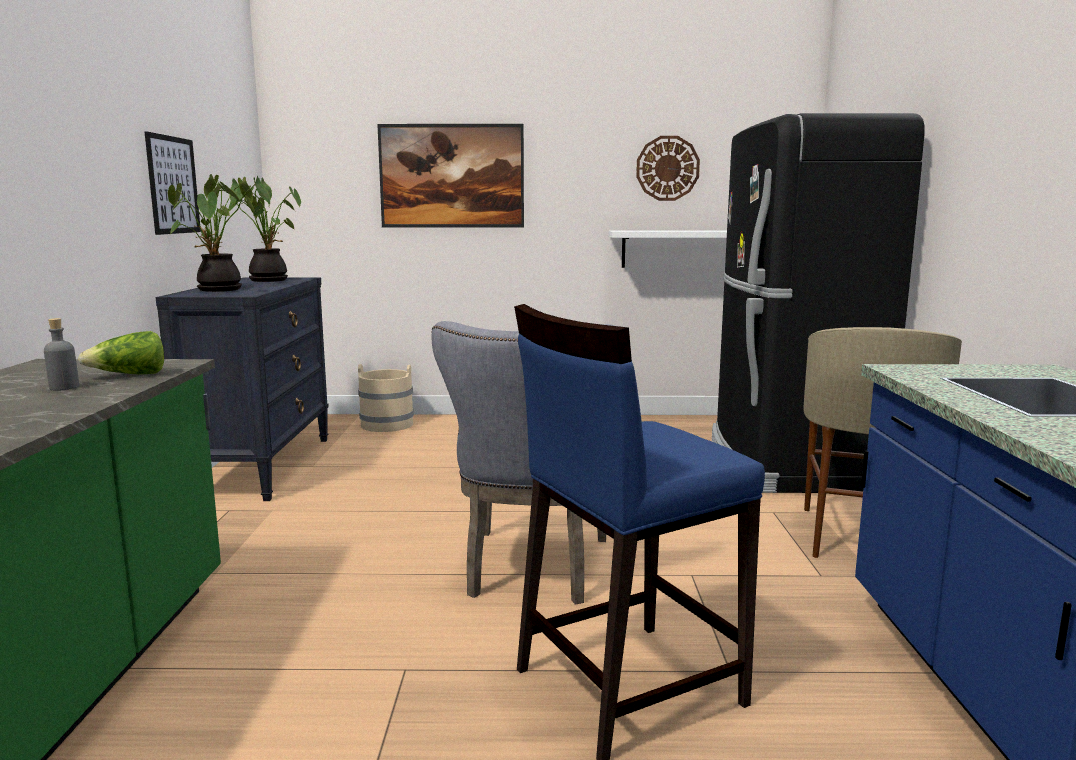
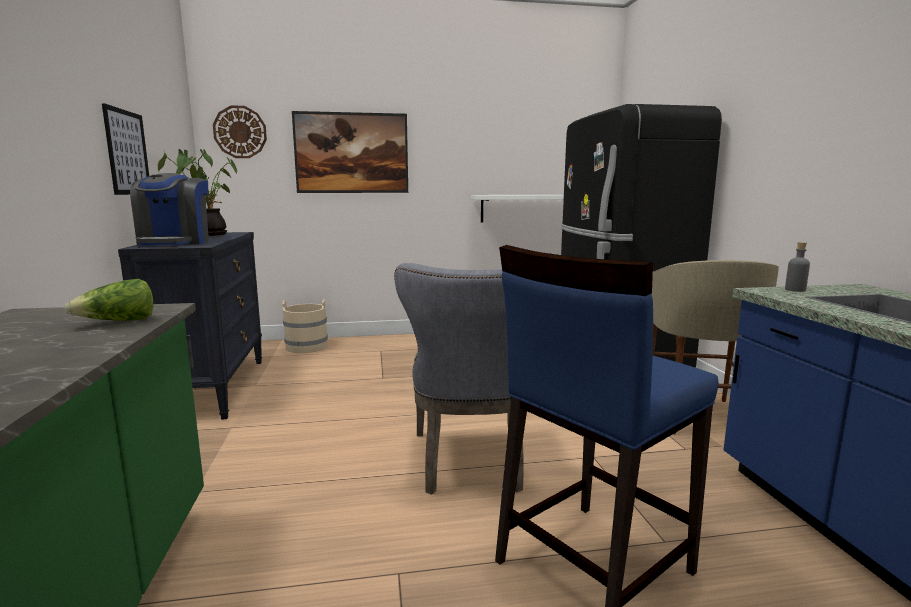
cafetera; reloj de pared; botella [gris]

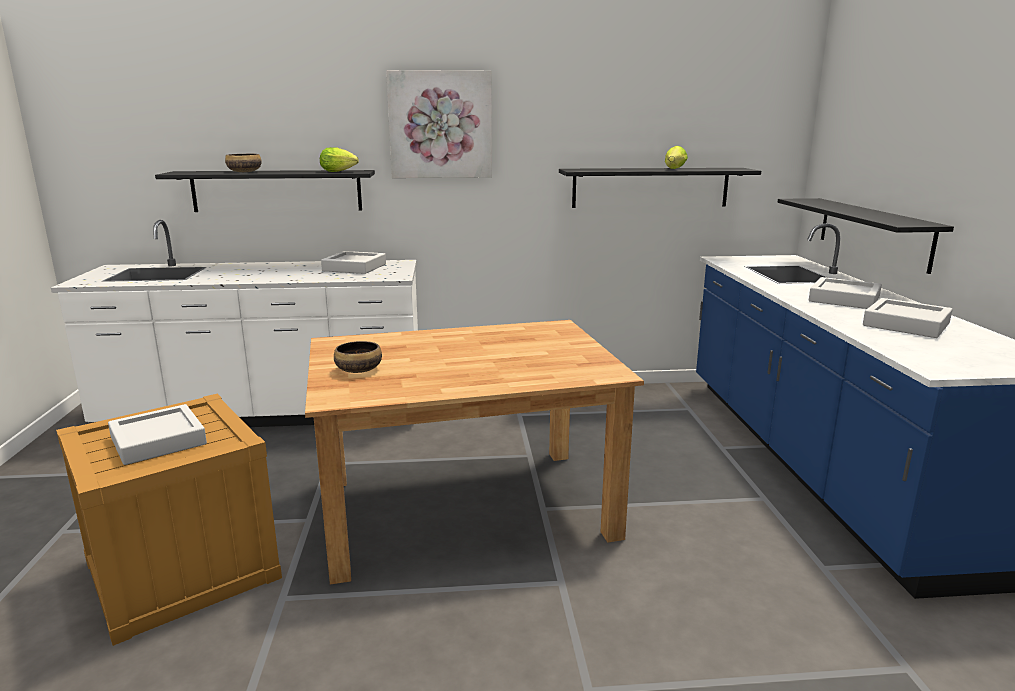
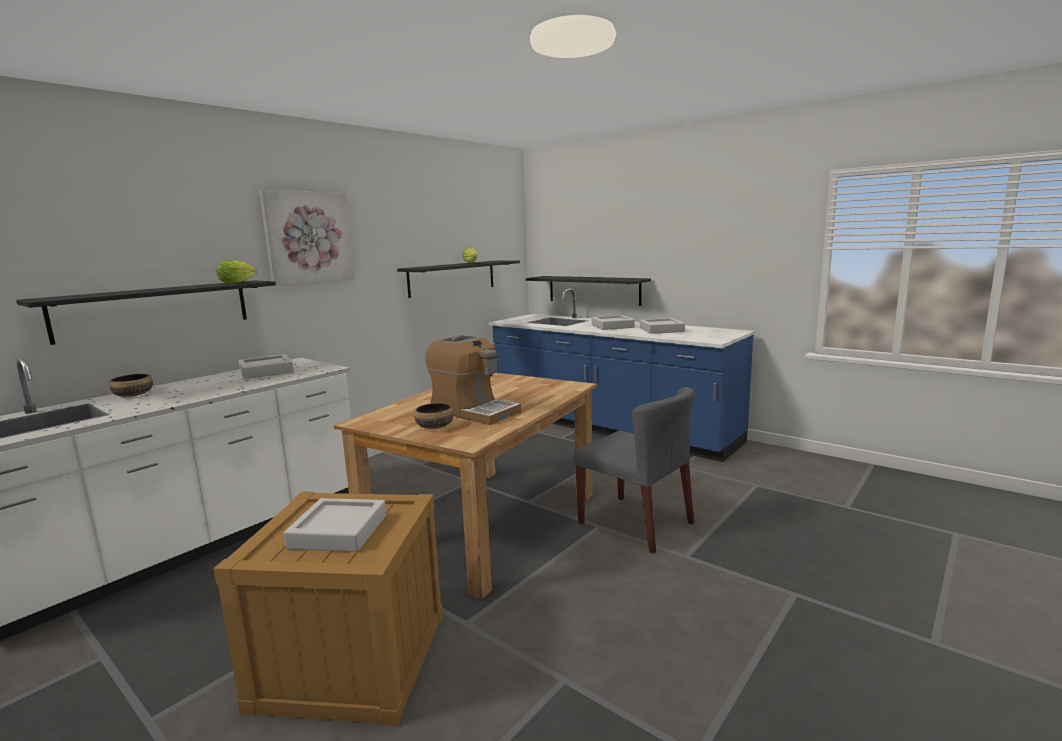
cuenco (no. 1 from left); cafetera; silla [gris]

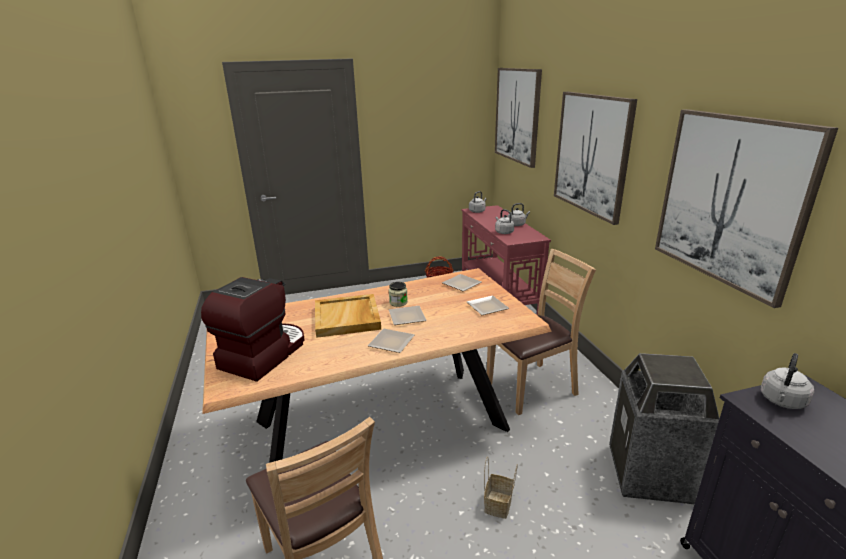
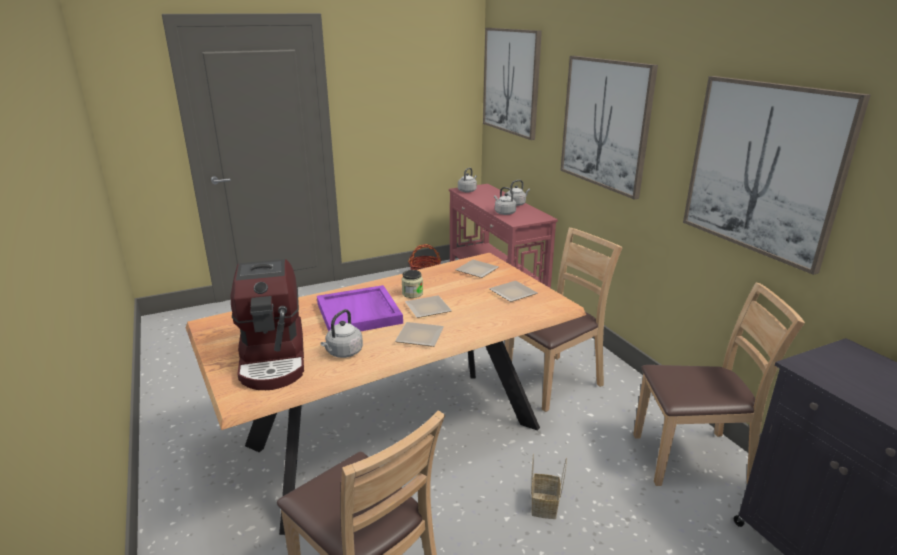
cafetera; bandeja [morado]; hervidor [gris] (no. 1 from left); silla [marrón] (no. 3 from left)

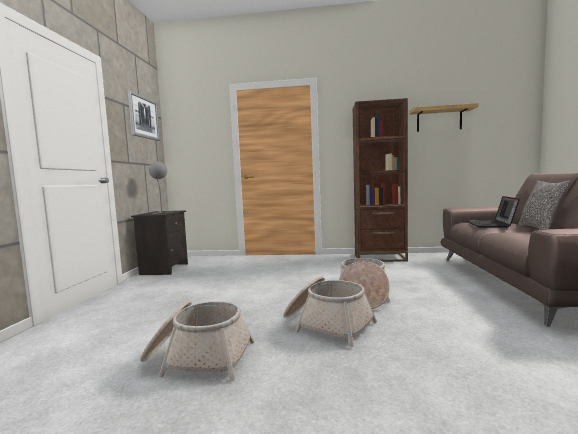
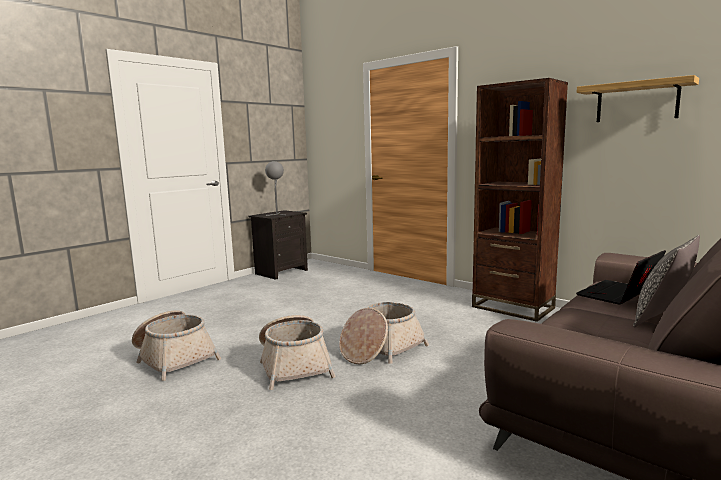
cuadro

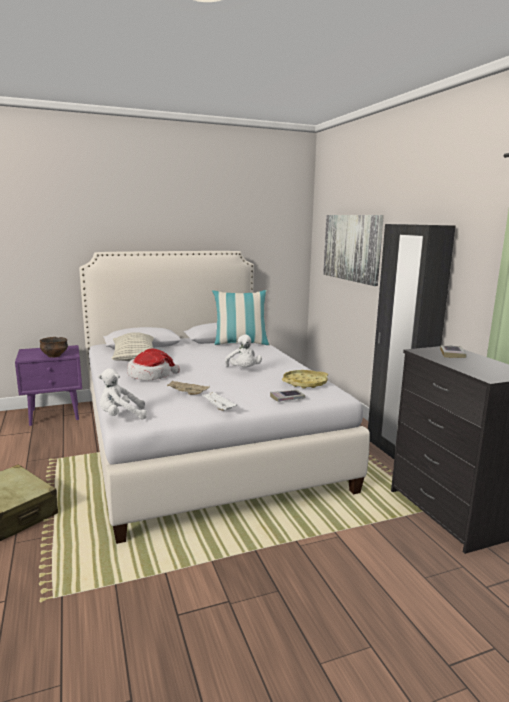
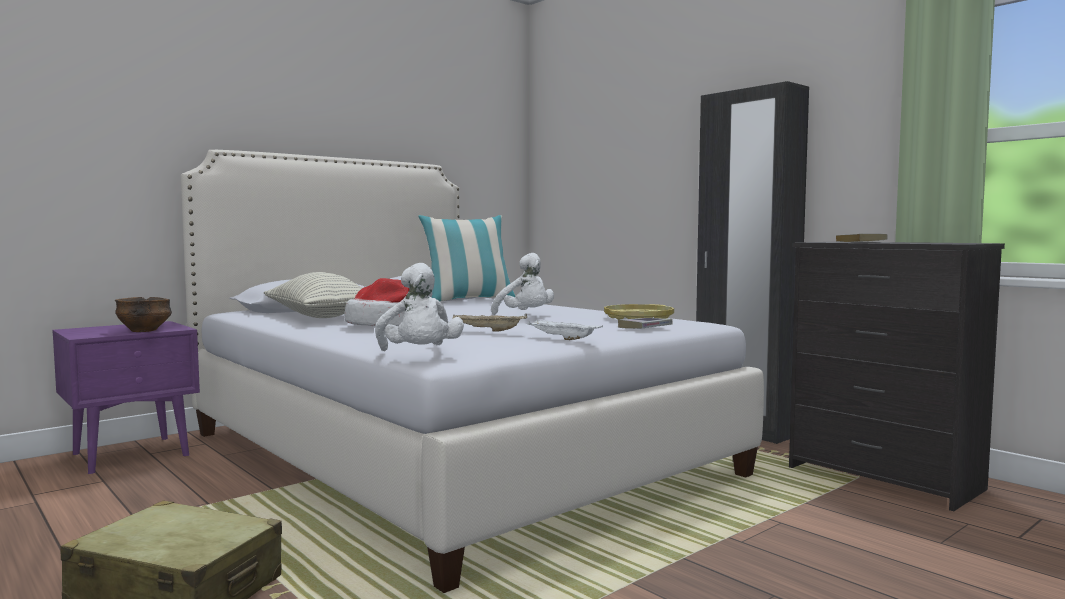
peluche [blanco] (no. 1 from left); cuadro

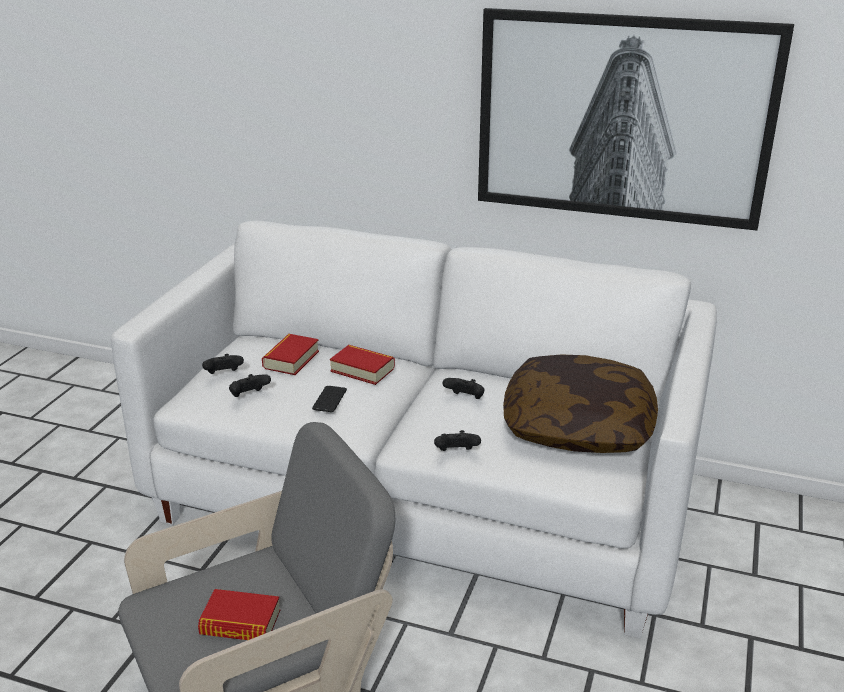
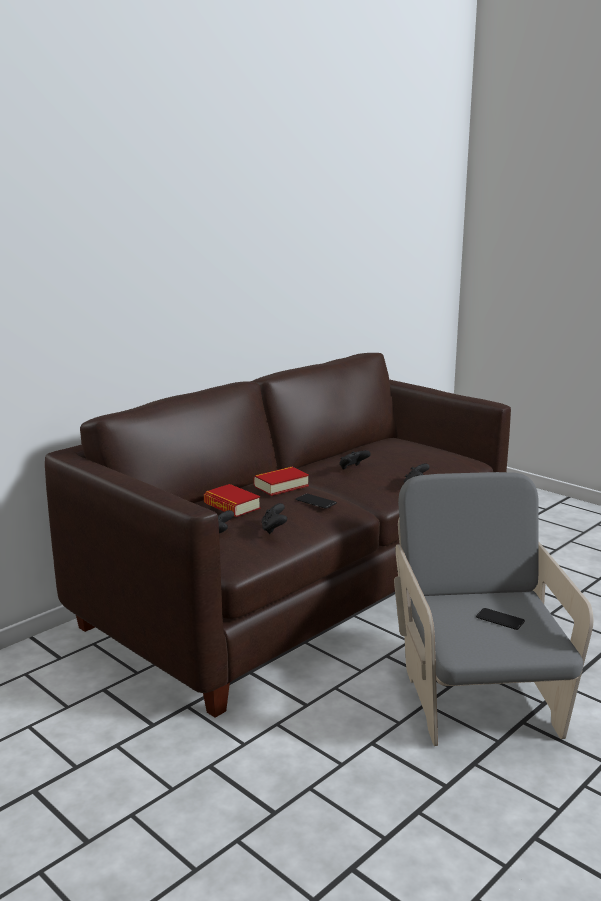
sofá [marrón]; móvil (no. 2 from left); cuadro; cojín

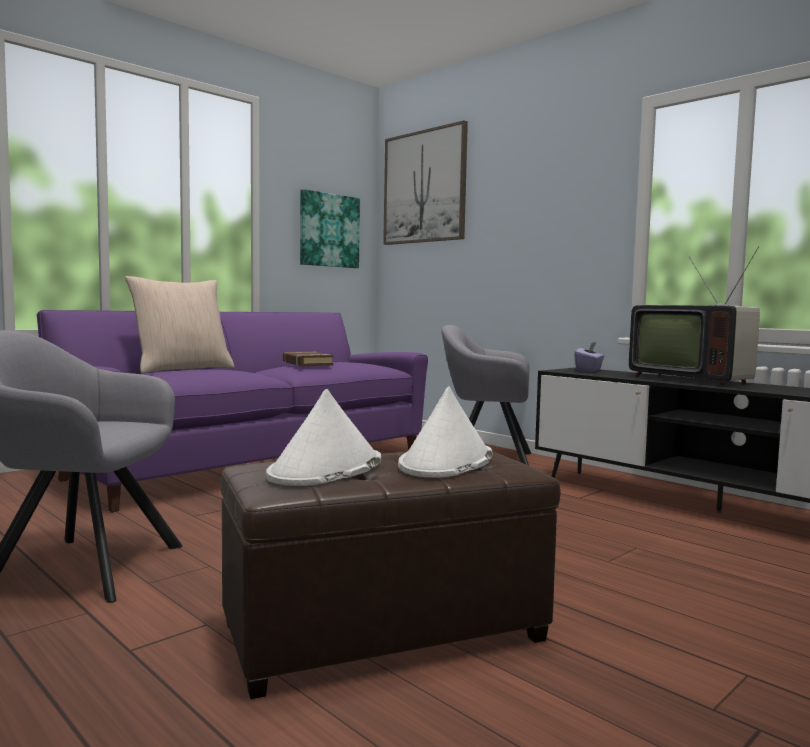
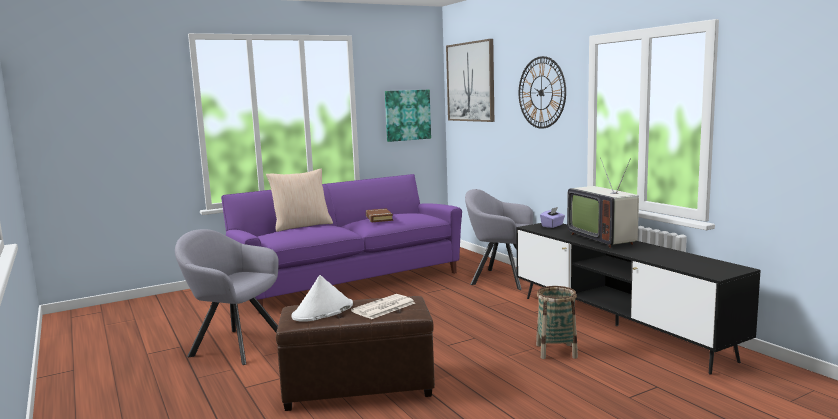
periódico; reloj de pared; cesta

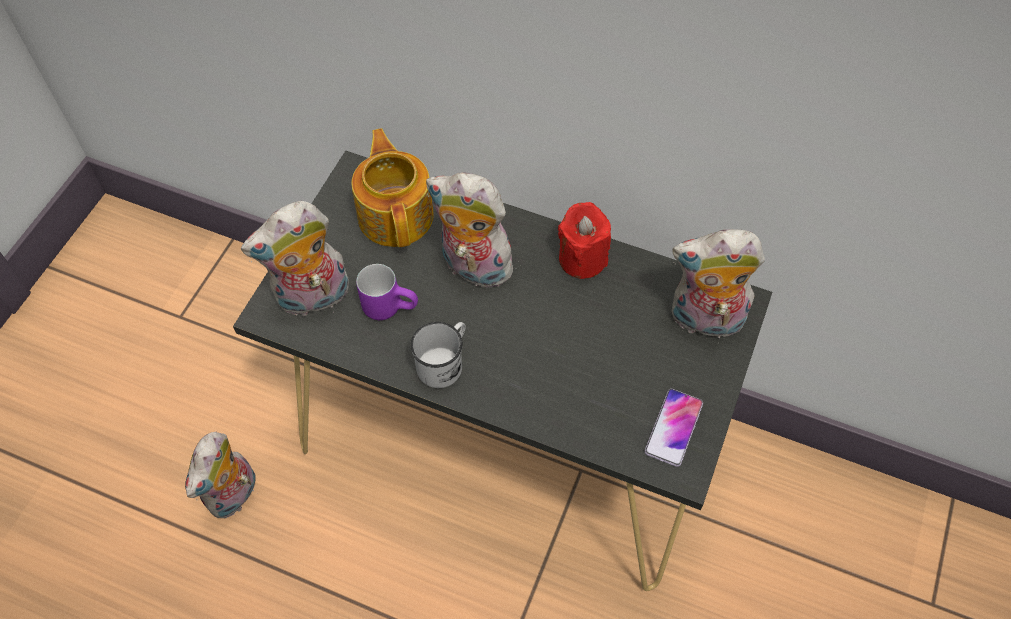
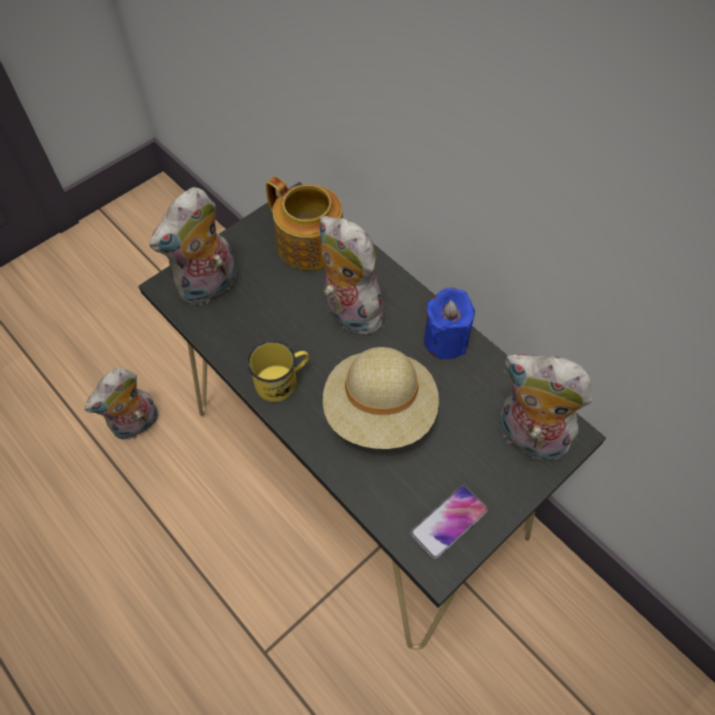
peluche (no. 2 from left); taza grande [amarillo]; tetera; sombrero [beis]; vela [azul]; taza grande [morado]

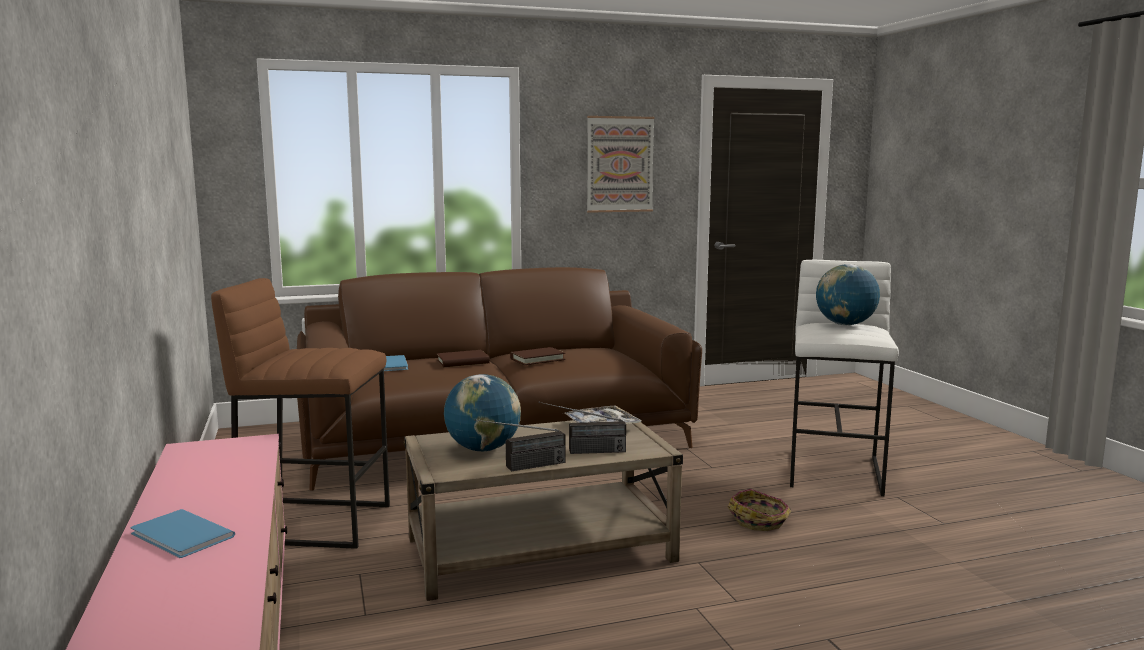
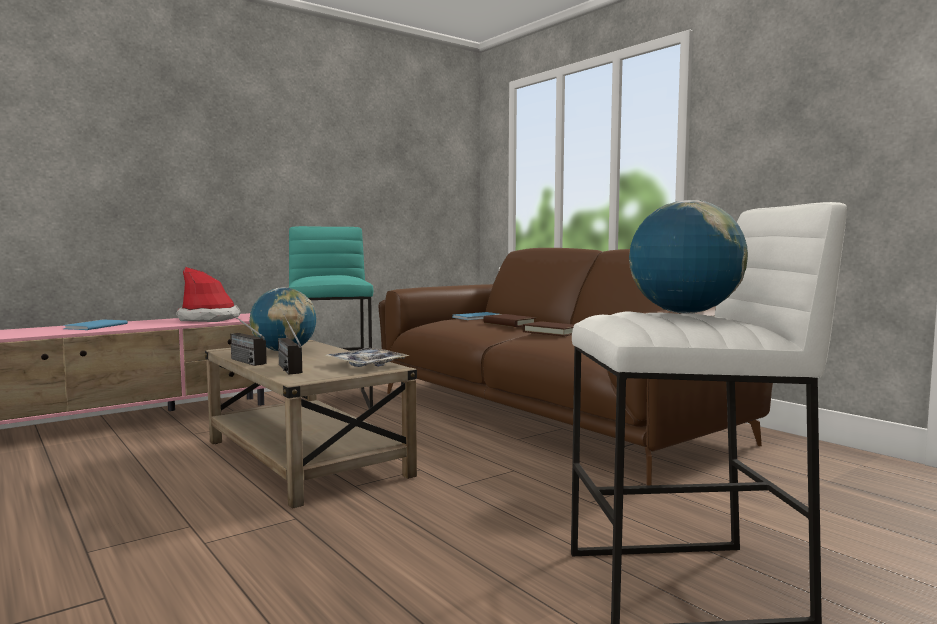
sombrero; taburete [turquesa]; cuadro; cesta

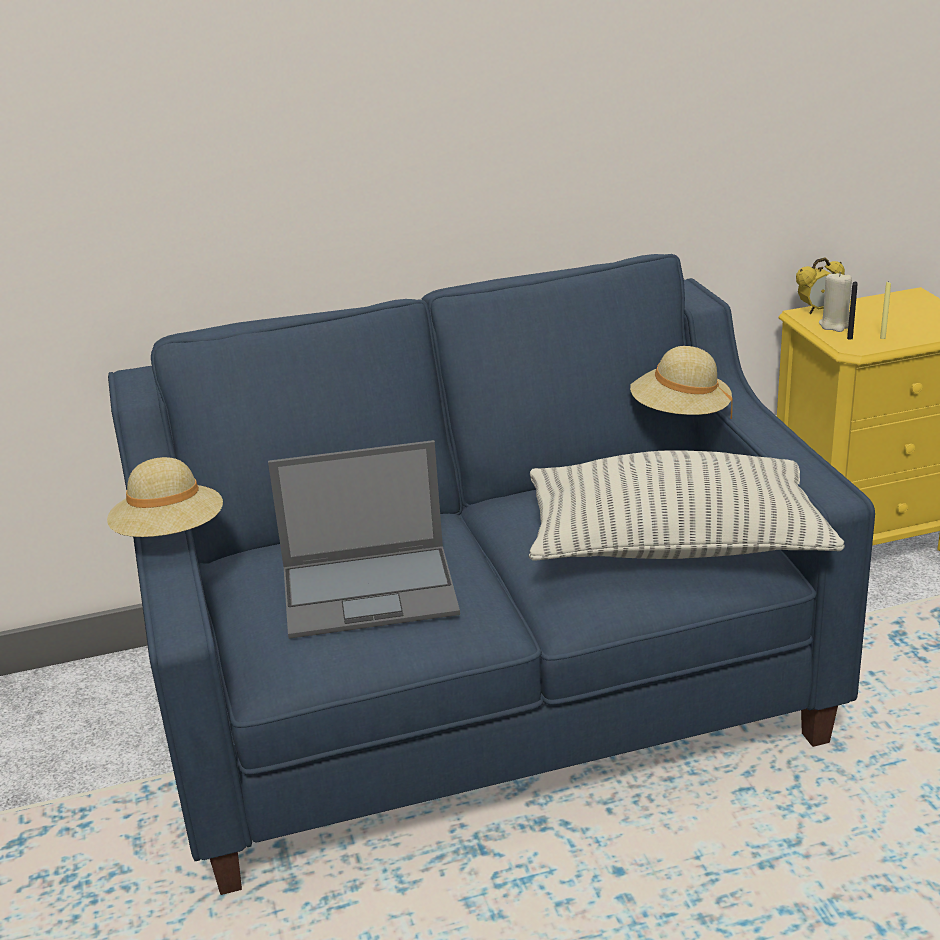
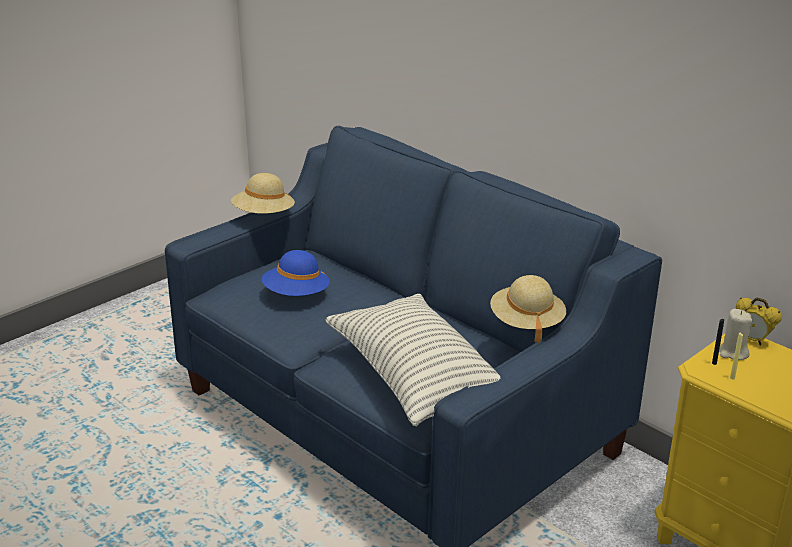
sombrero [azul]

